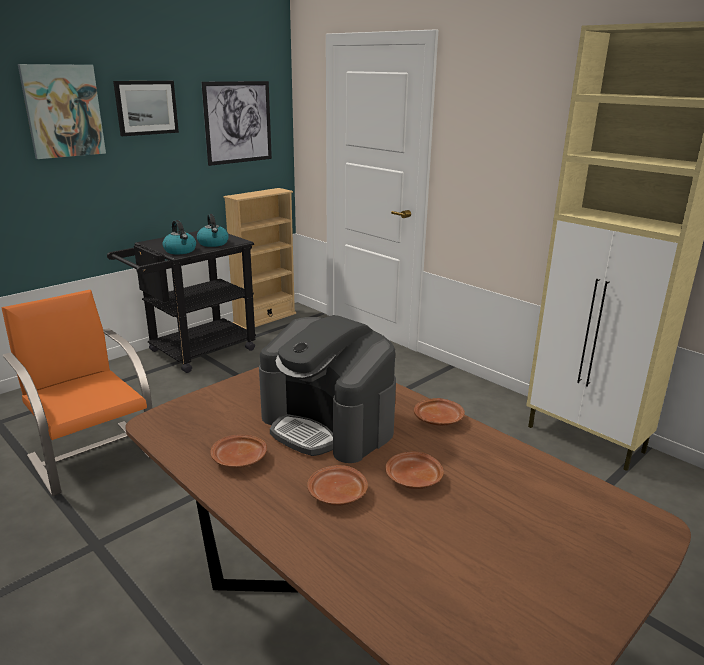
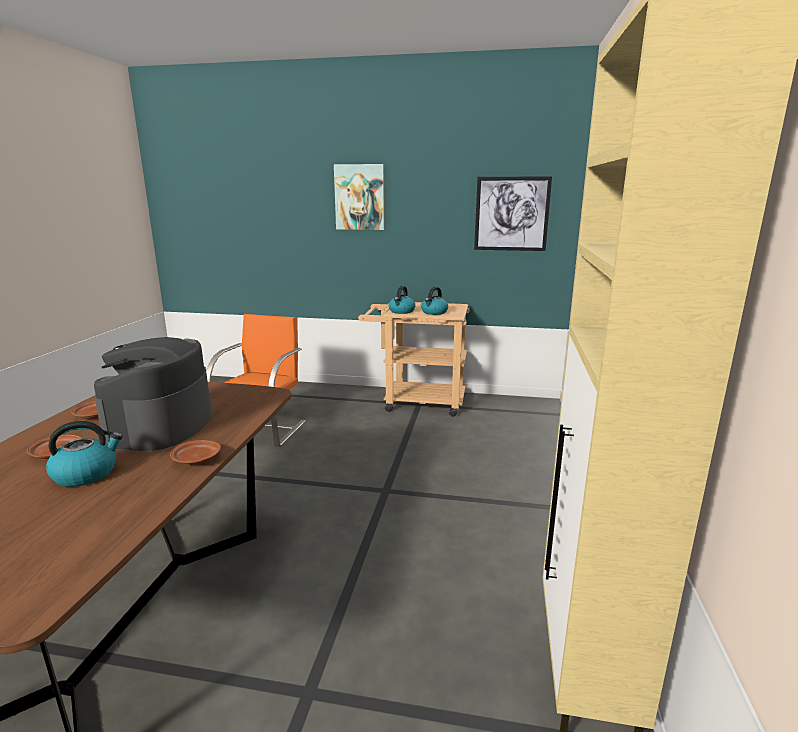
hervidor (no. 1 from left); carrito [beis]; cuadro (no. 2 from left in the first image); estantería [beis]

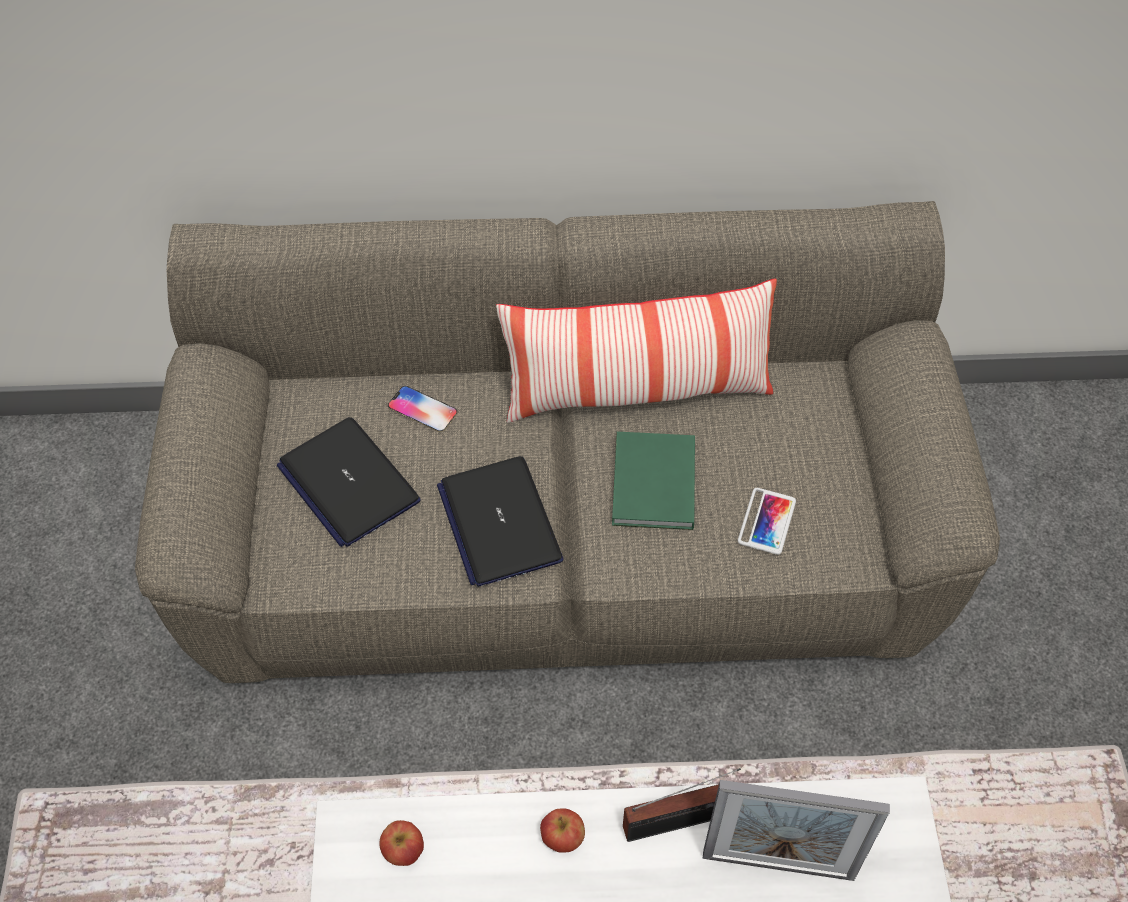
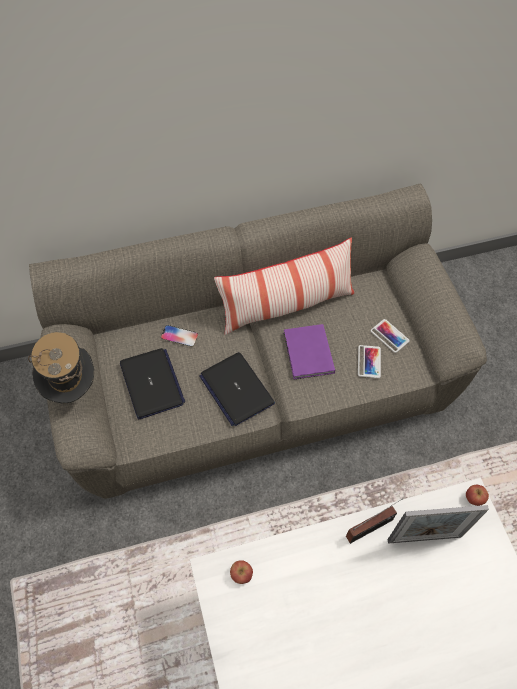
sombrero; portátil (no. 1 from left); libro [morado]; móvil (no. 3 from left); manzana (no. 2 from left)

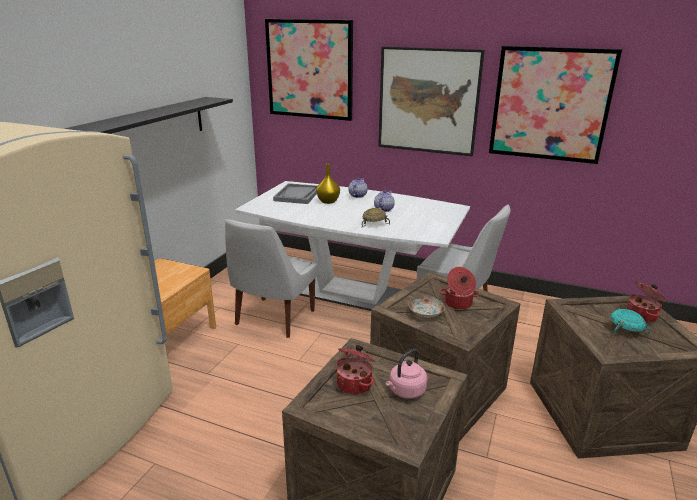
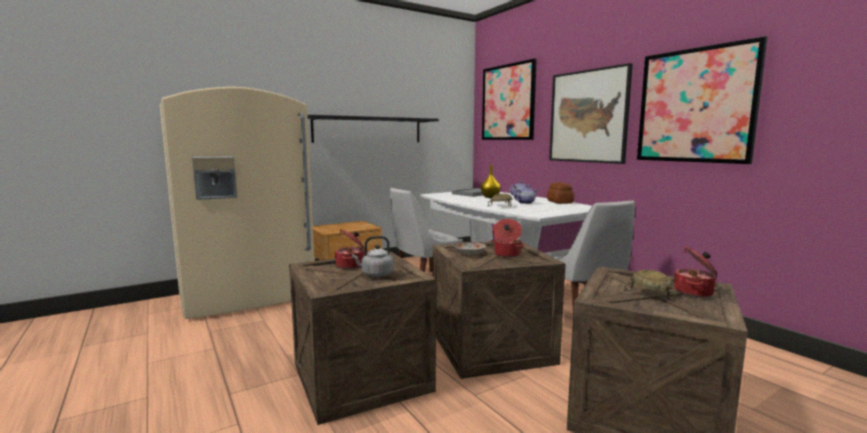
hervidor [gris]; pan; cuenco [beis] (no. 2 from left)

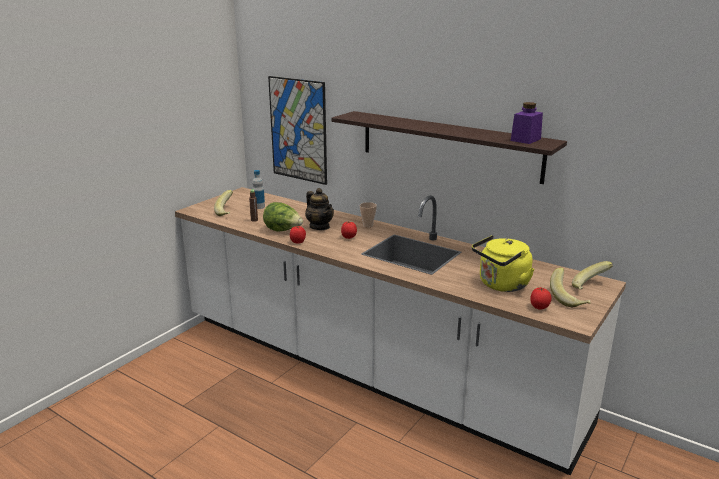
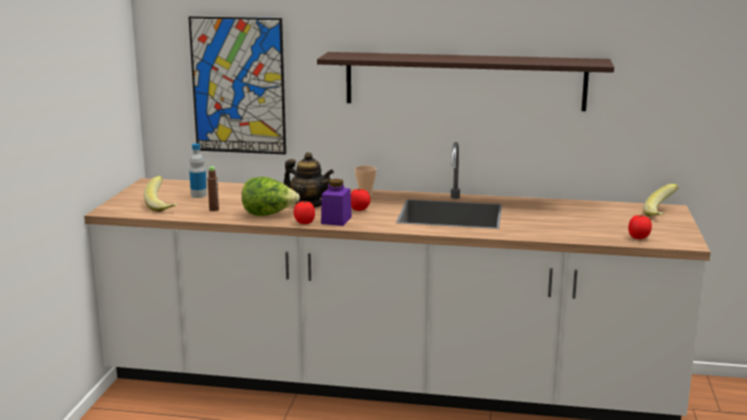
tarro [morado]; hervidor [amarillo]; plátano (no. 2 from left in the first image)

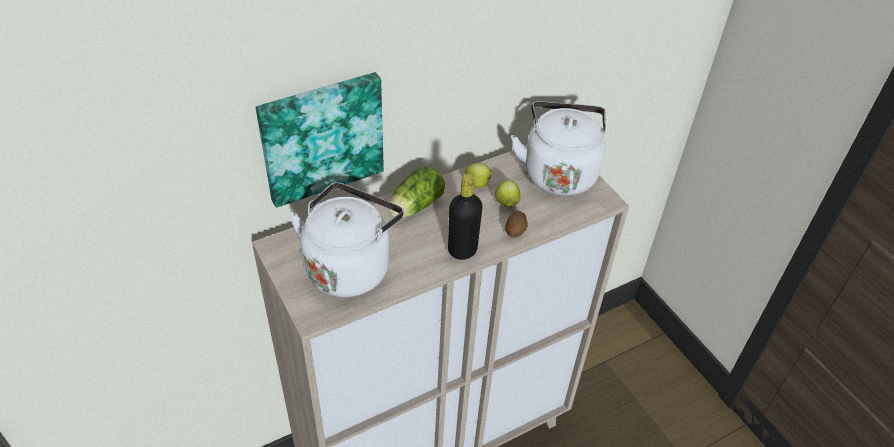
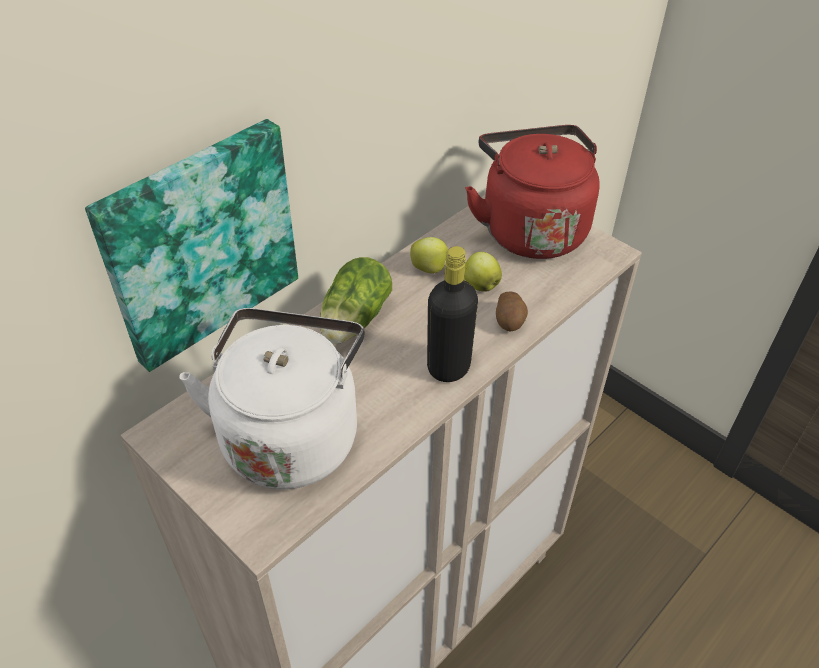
hervidor [rojo]

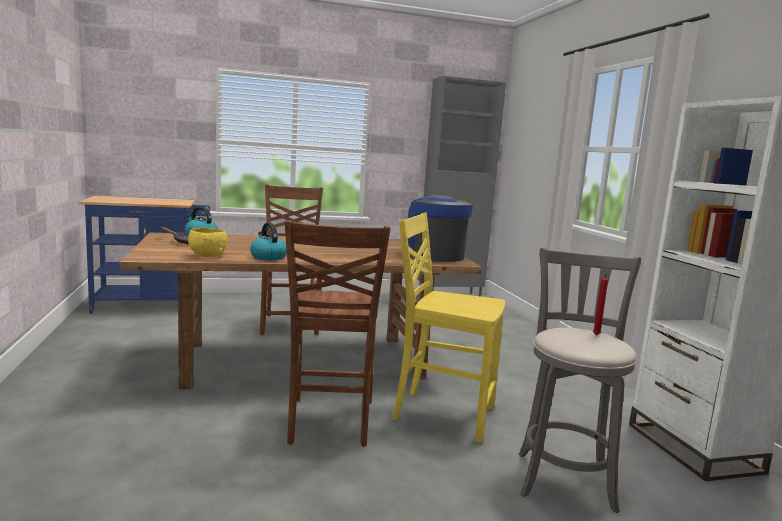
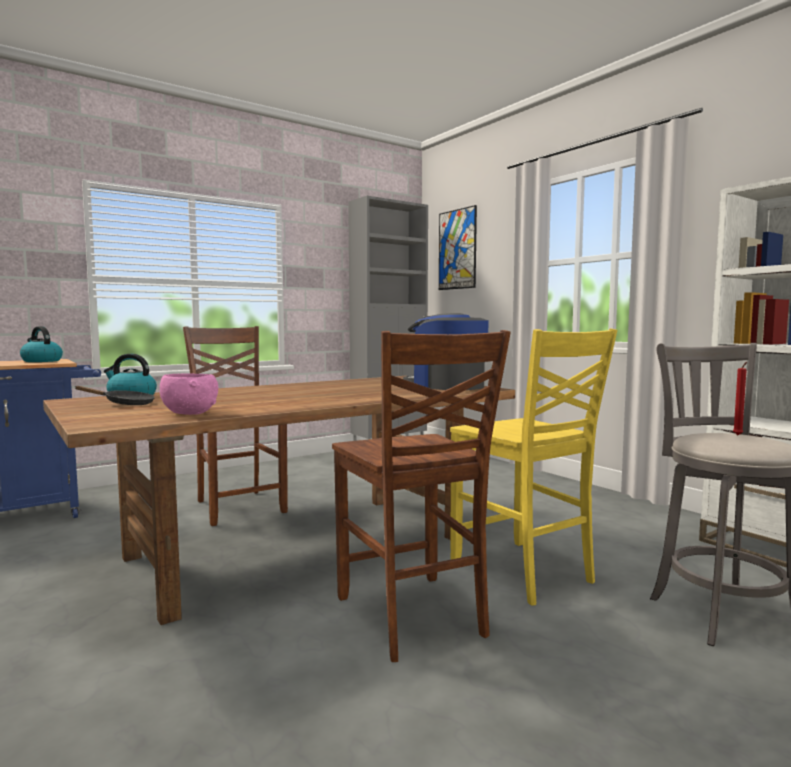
hervidor (no. 1 from left); cuenco [rosa]; cuadro; silla [amarillo]

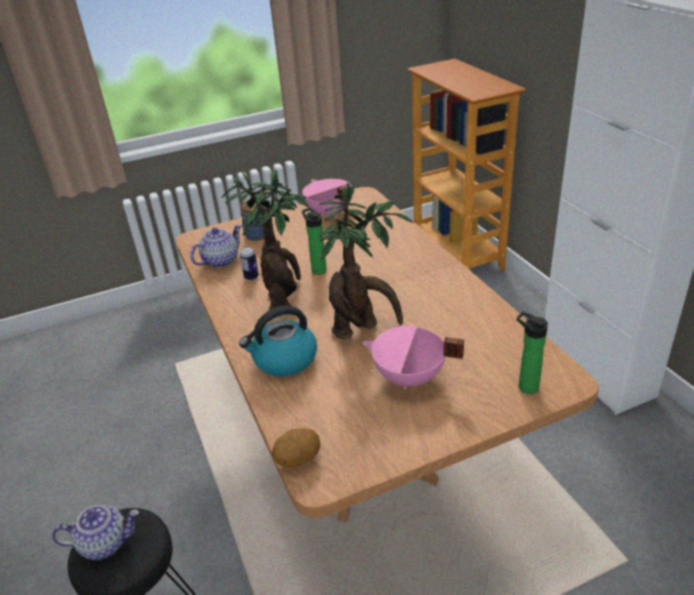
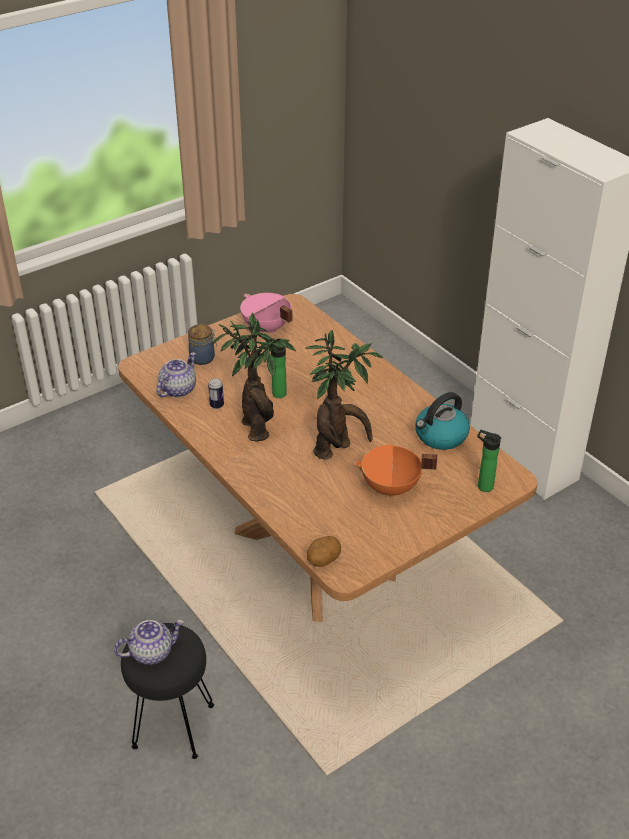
olla [naranja]; hervidor; estantería

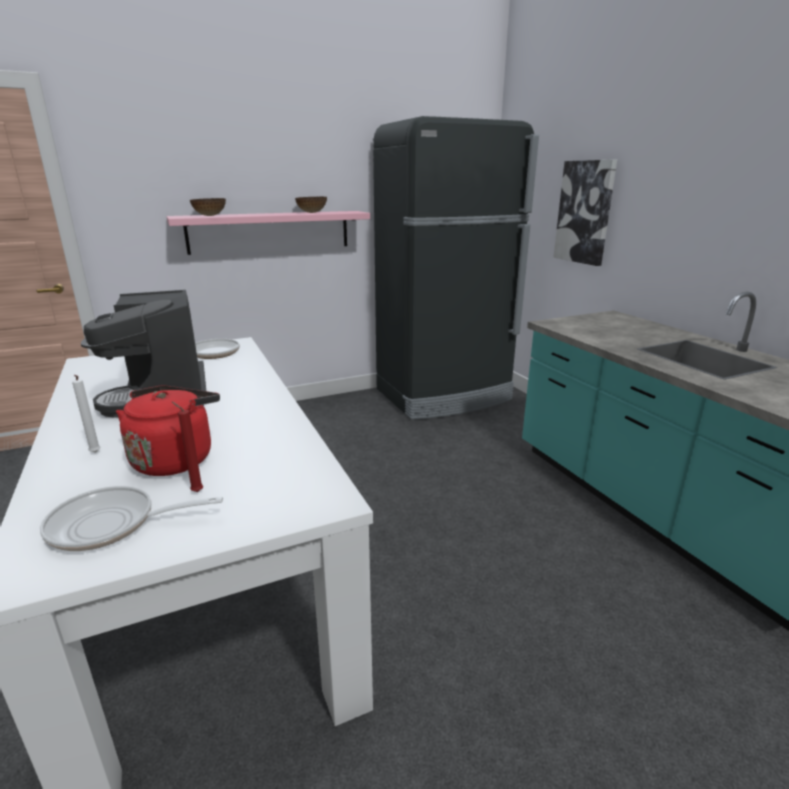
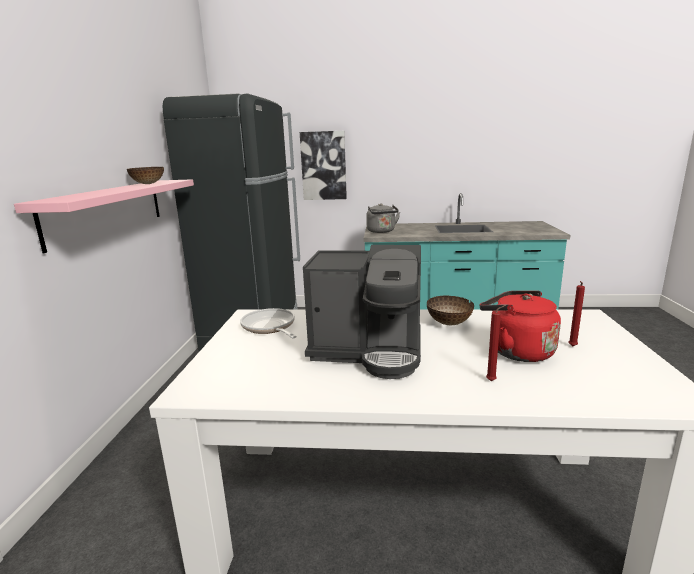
hervidor [gris]; cuenco (no. 2 from left); vela [rojo] (no. 1 from left); sartén (no. 1 from left in the first image)

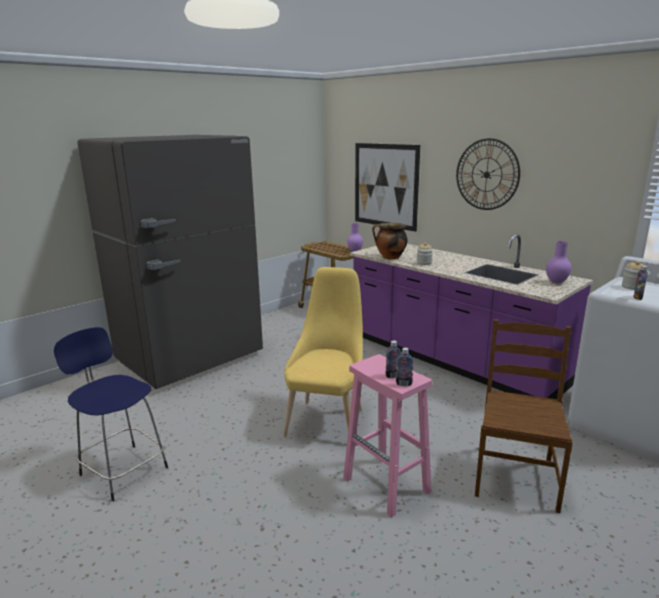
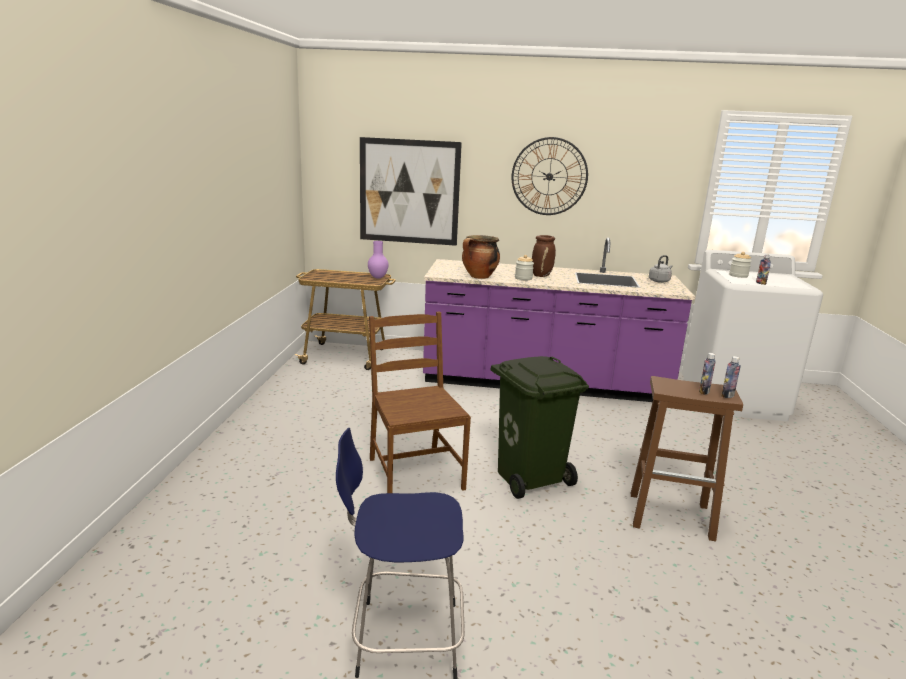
silla [marrón]; papelera [verde]; florero [marrón]; taburete [marrón]; hervidor [gris]; nevera [gris]

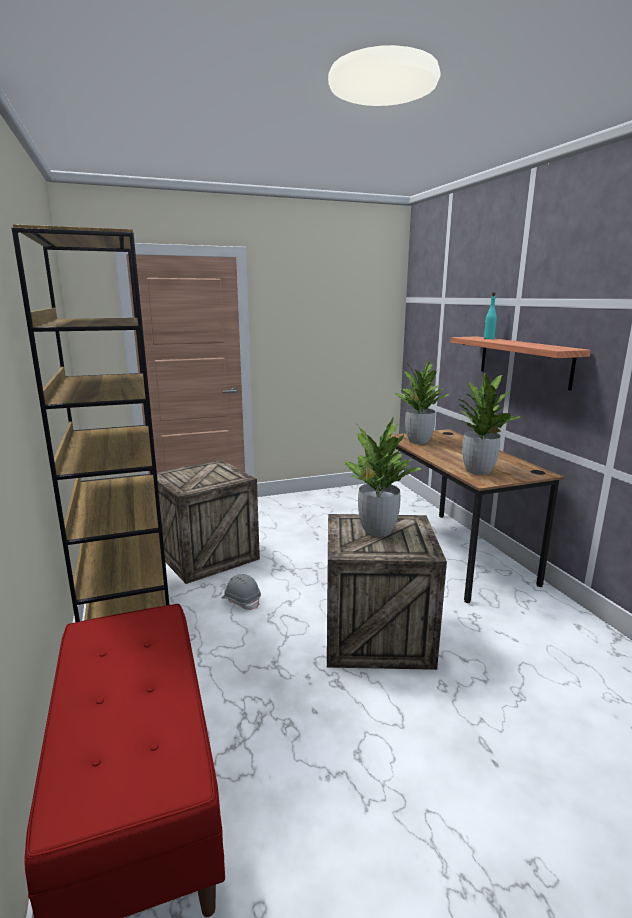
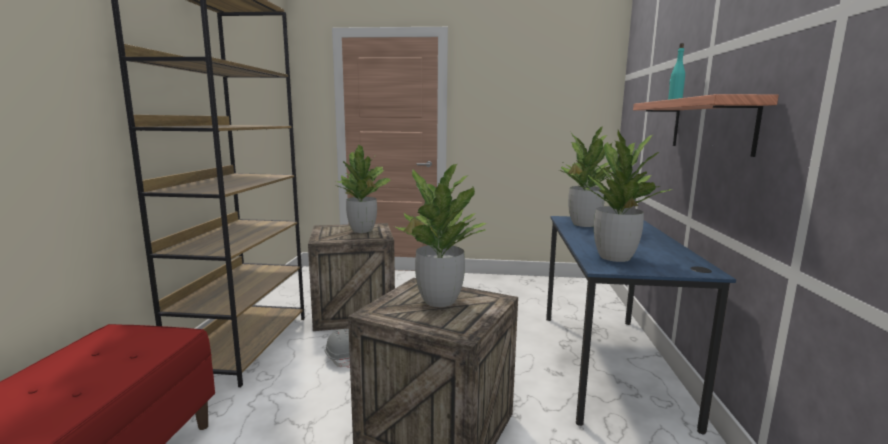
planta en maceta (no. 1 from left); escritorio [azul]

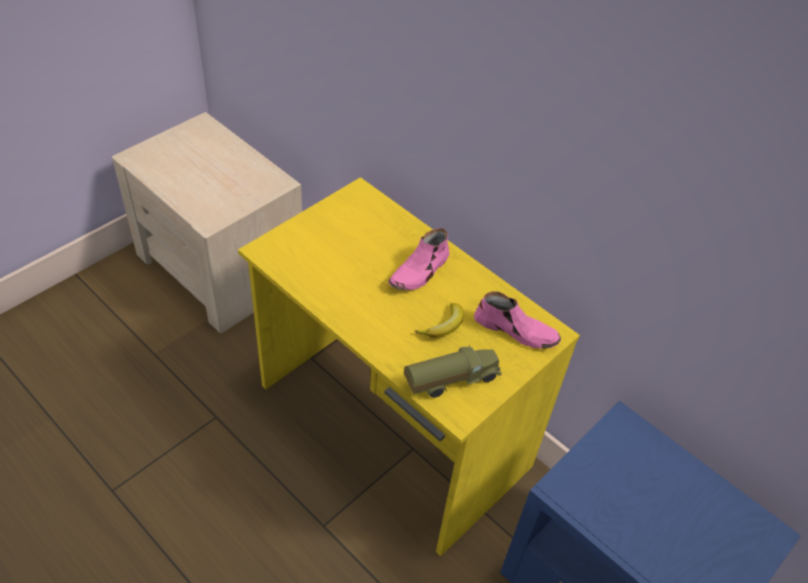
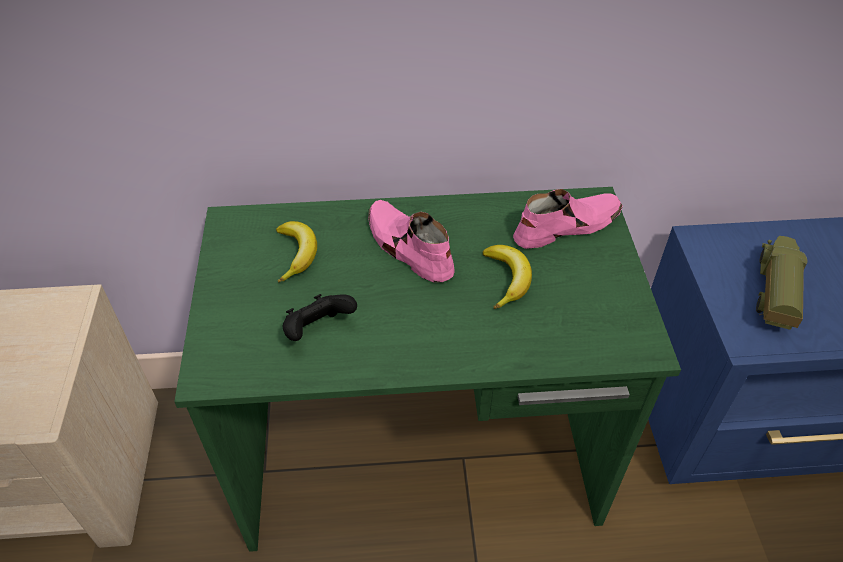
escritorio [verde]; plátano (no. 1 from left); mando de consola [negro]; zapato [rosa] (no. 1 from left); camión de juguete

